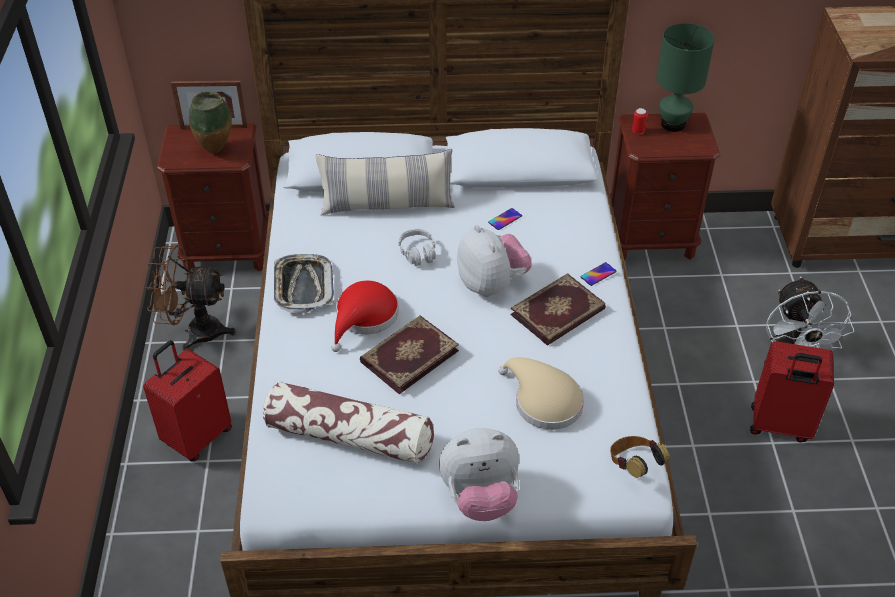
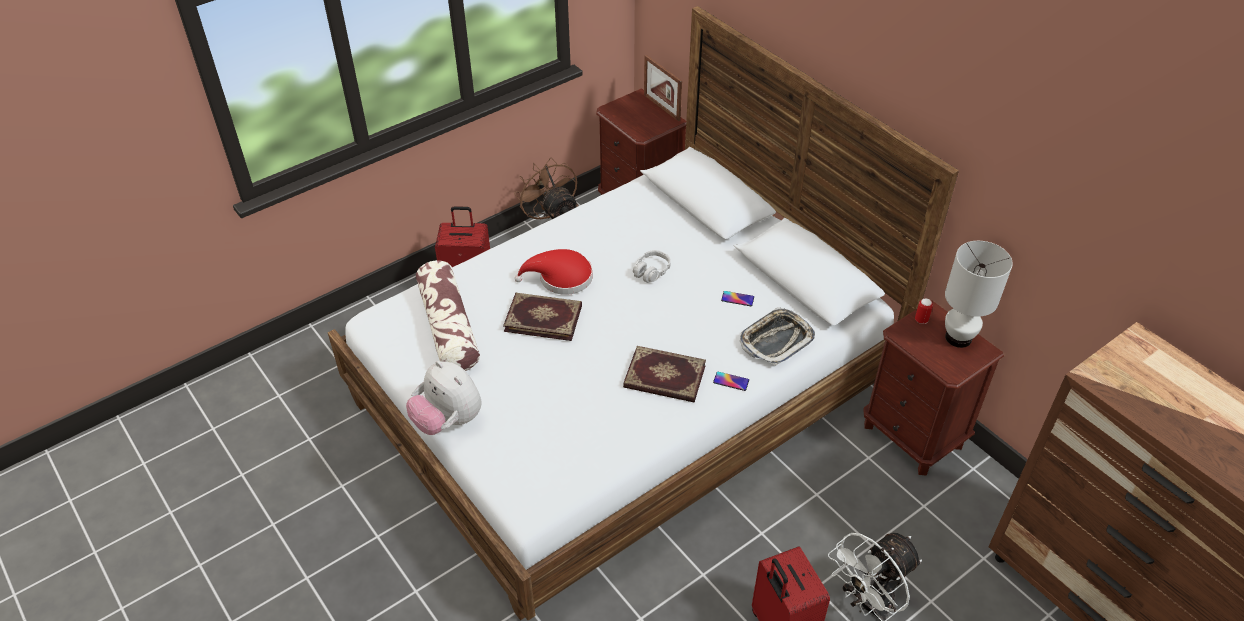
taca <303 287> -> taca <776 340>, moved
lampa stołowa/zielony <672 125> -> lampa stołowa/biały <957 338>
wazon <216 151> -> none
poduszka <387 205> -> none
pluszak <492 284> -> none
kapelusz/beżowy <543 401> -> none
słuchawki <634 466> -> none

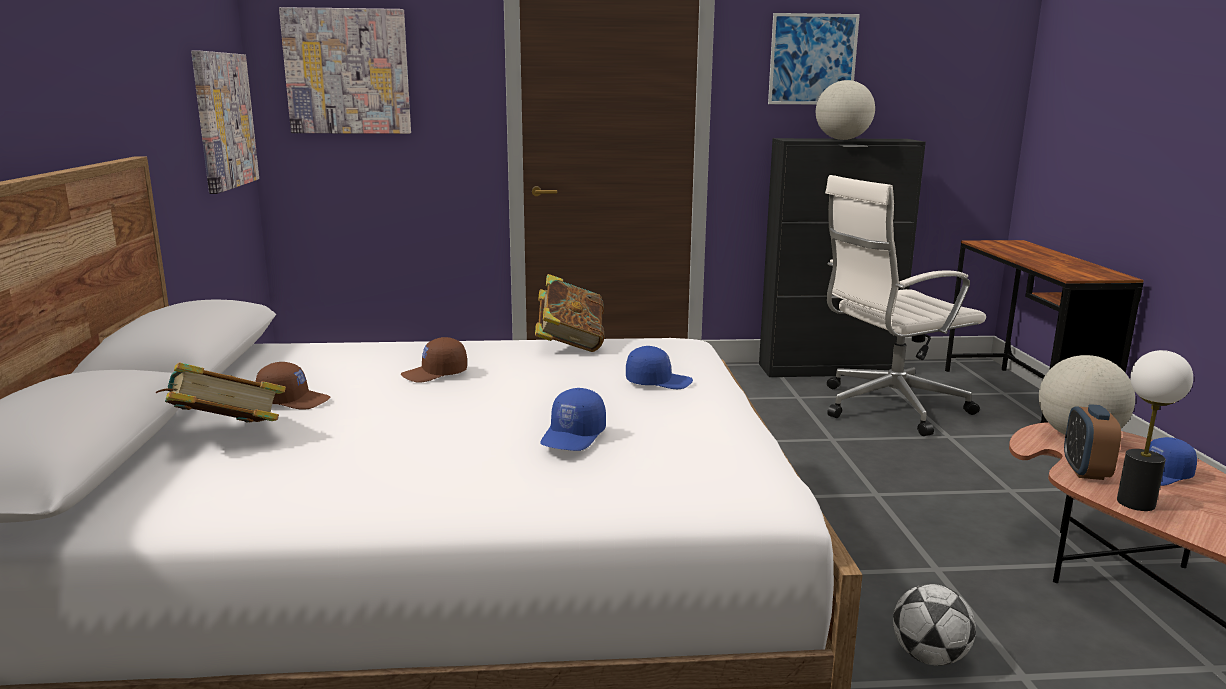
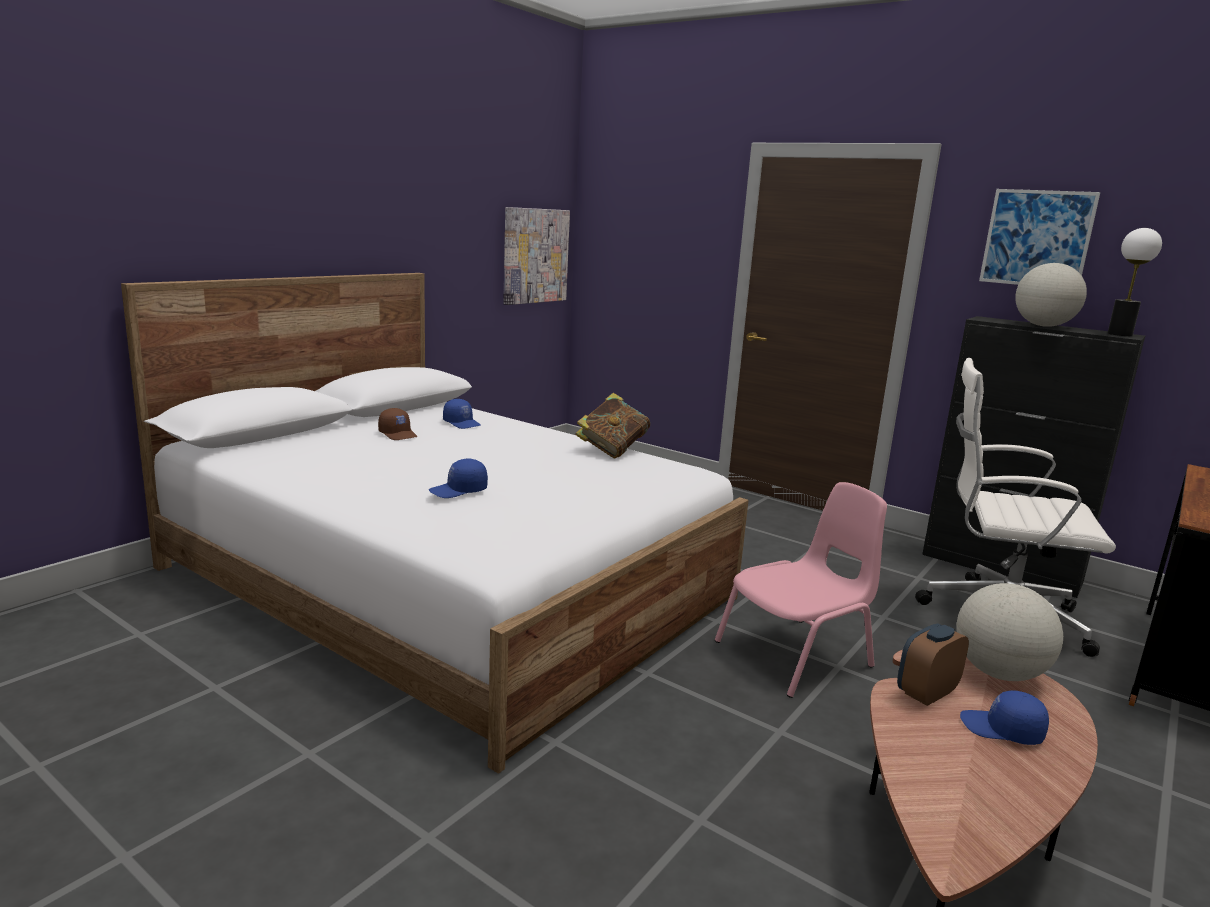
czapka z daszkiem/niebieski <658 382> -> czapka z daszkiem/niebieski <462 423>, moved
none -> krzesło/różowy <796 655>
lampa stołowa <1136 503> -> lampa stołowa <1119 334>, moved
książka <225 437> -> none
obraz <347 72> -> none
czapka z daszkiem/brązowy <435 374> -> none
piłka futbolowa <929 657> -> none

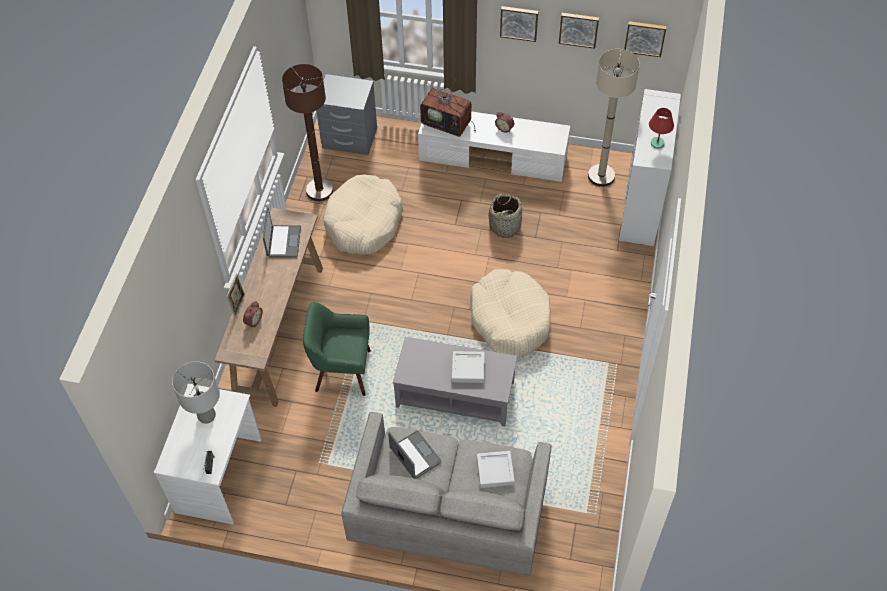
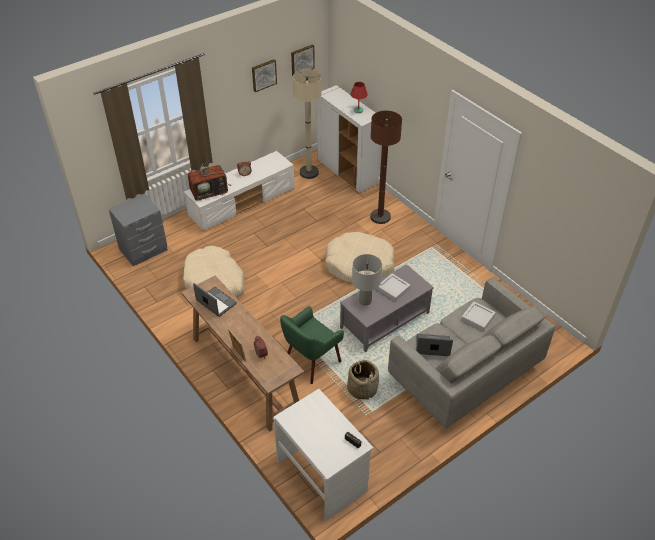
koszyk <505 225> -> koszyk <362 388>, moved
lampa stołowa/szary <207 416> -> lampa stołowa/szary <365 301>, moved
lampa stojąca/brązowy <319 190> -> lampa stojąca/brązowy <380 217>, moved
obraz <519 22> -> none

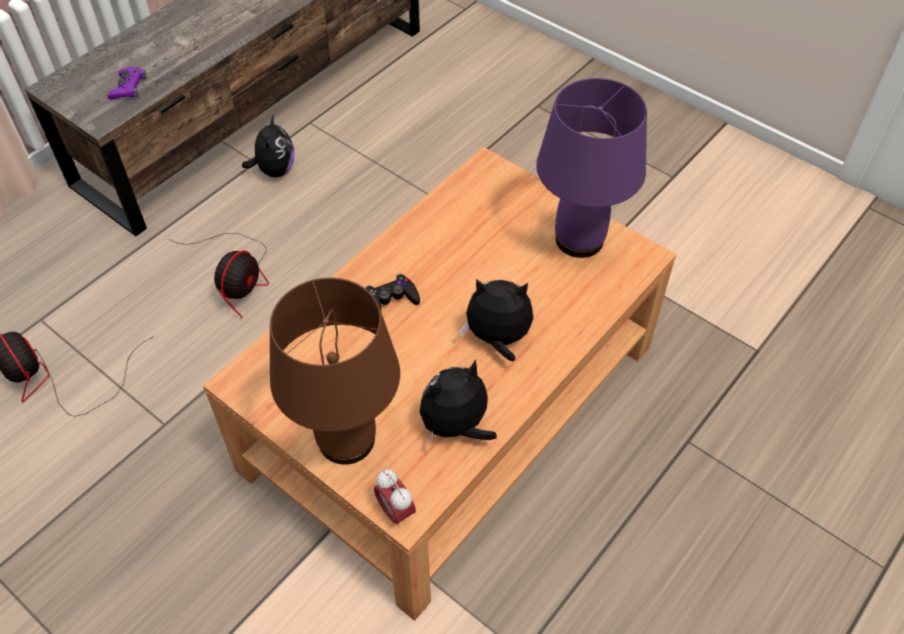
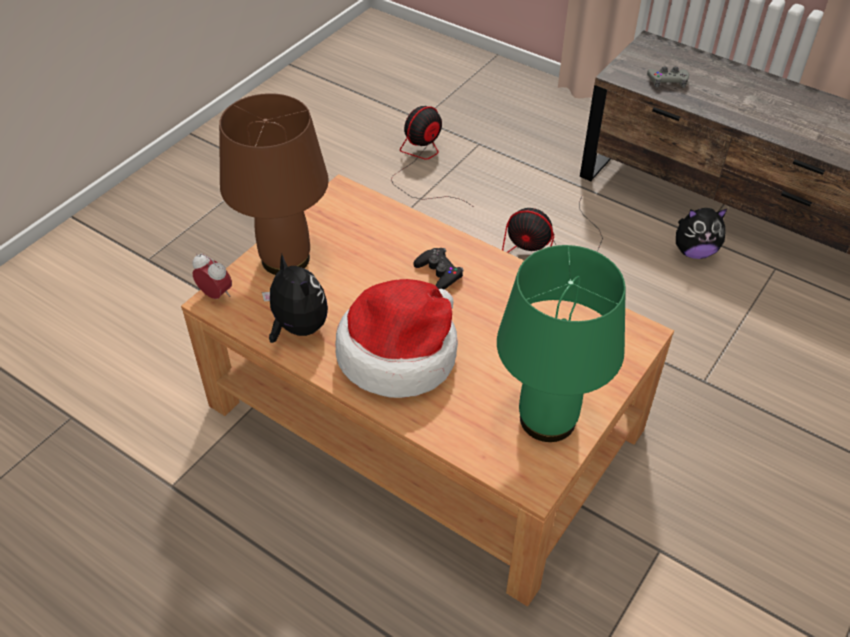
budzik <395 511> -> budzik <216 295>, 75 degrees clockwise
pluszak <497 339> -> kapelusz <399 353>
lampa stołowa/fioletowy <580 240> -> lampa stołowa/zielony <546 420>
pad do gier/fioletowy <128 88> -> pad do gier/szary <667 81>

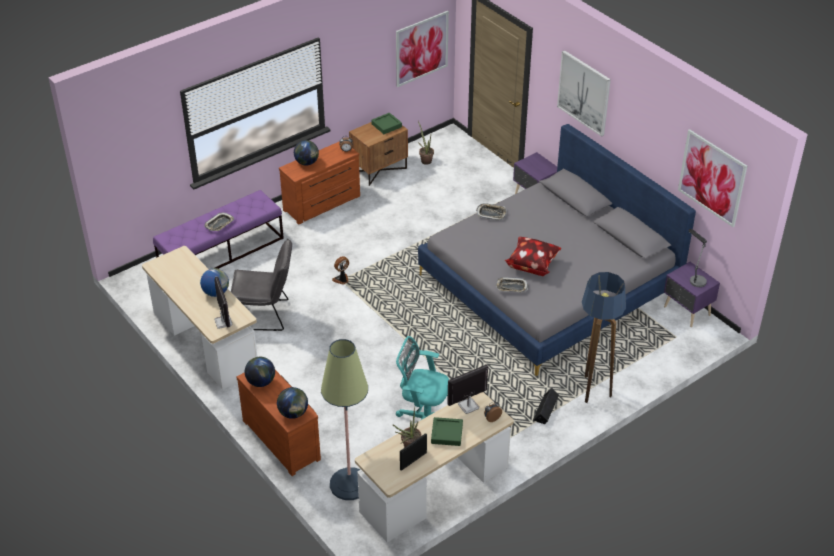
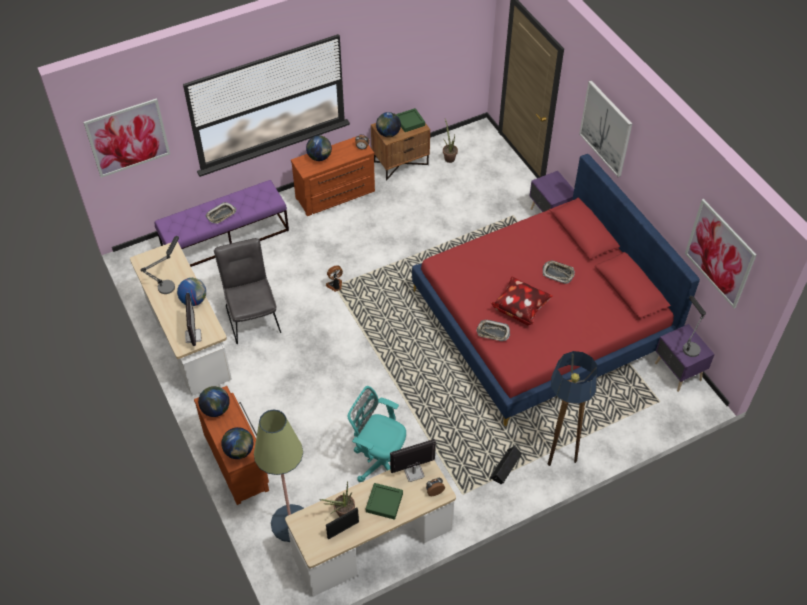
obraz <421 48> -> obraz <128 138>, moved
none -> lampa stołowa <169 283>
krzesło/szary <265 315> -> krzesło/szary <252 316>, 120 degrees counterclockwise
none -> globus <388 133>
łóżko/szary <549 283> -> łóżko/czerwony <542 319>
taca <491 213> -> taca <558 273>, moved

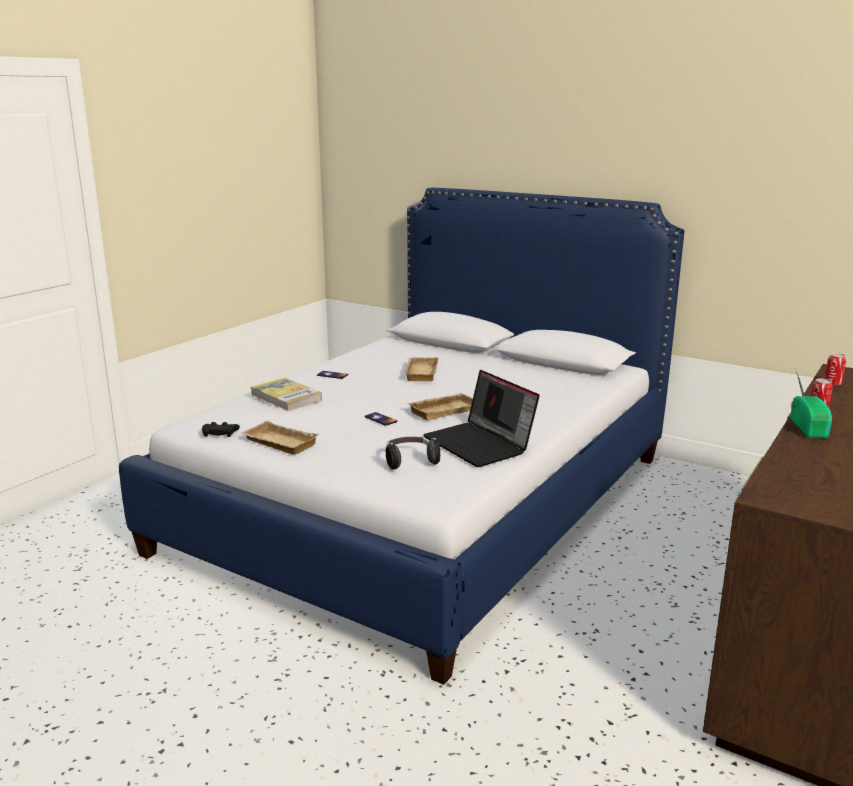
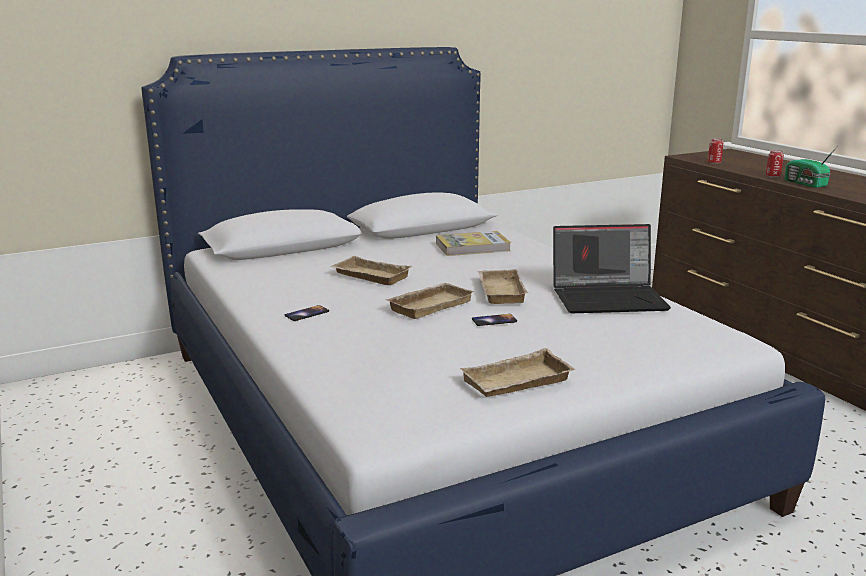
none -> taca/beżowy <429 305>
książka <286 397> -> książka <472 247>, moved
radio <809 428> -> radio <805 184>, 150 degrees counterclockwise
pad do gier/czarny <220 433> -> none
słuchawki <410 461> -> none

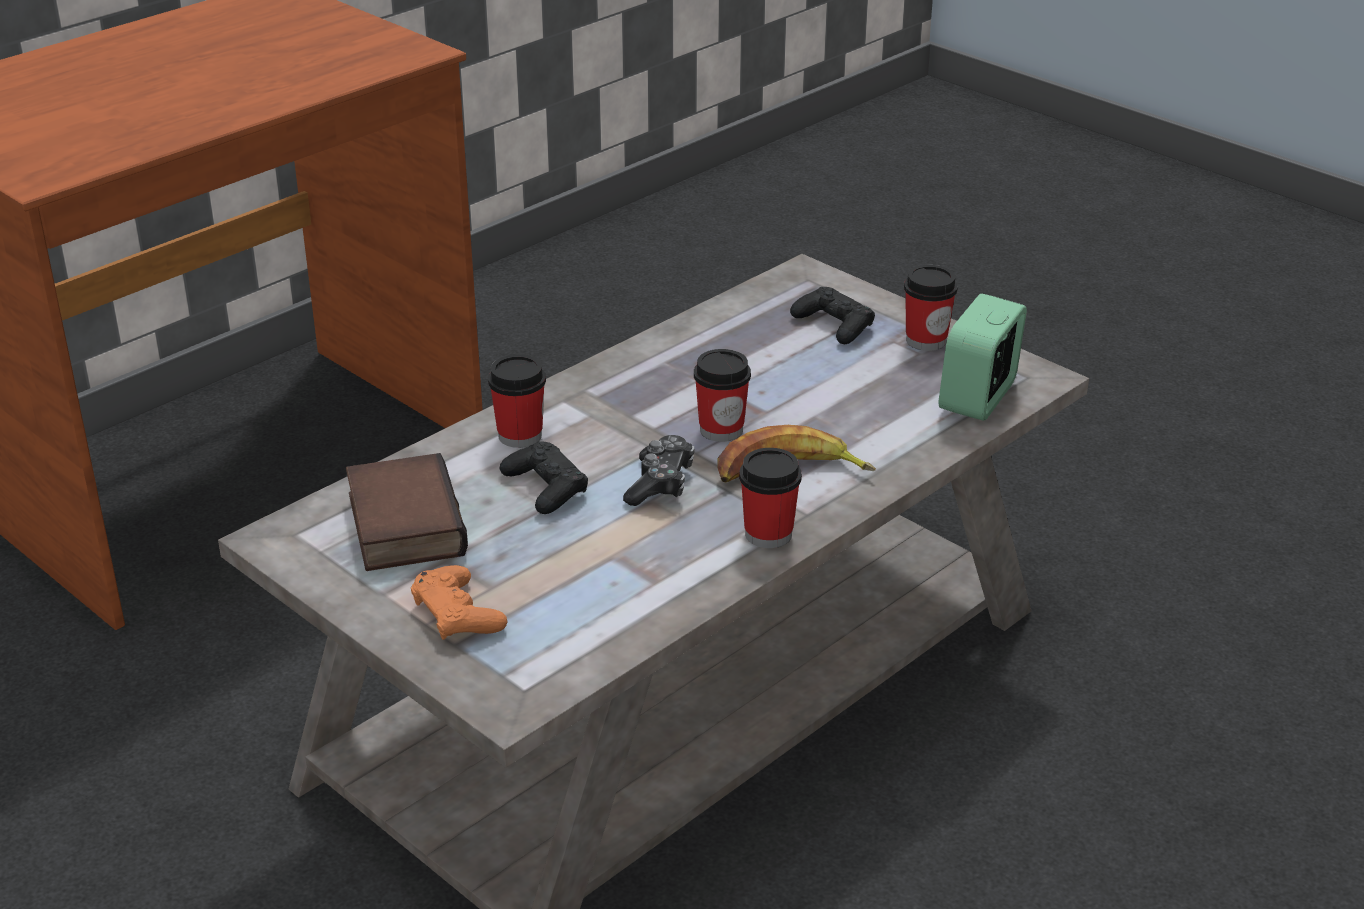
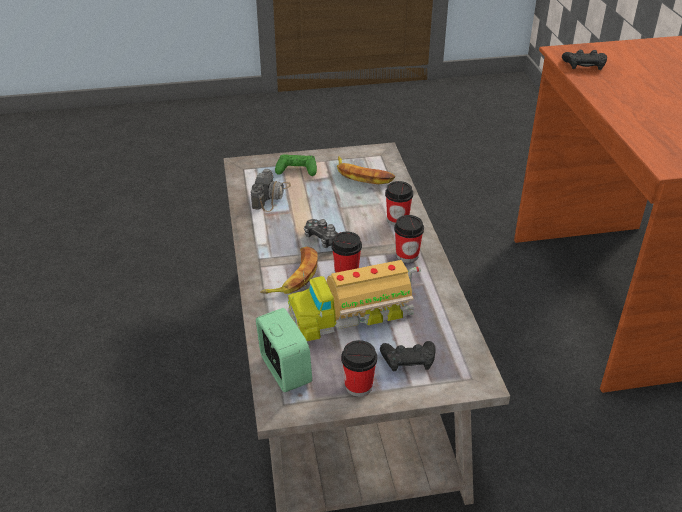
none -> aparat fotograficzny <271 196>
pad do gier/pomarańczowy <457 614> -> pad do gier/zielony <296 170>
none -> ciężarówka zabawkowa <351 312>
książka <401 524> -> banan <363 175>
filiżanka <768 534> -> filiżanka <407 255>, moved
pad do gier/czarny <546 487> -> pad do gier/czarny <584 65>, moved

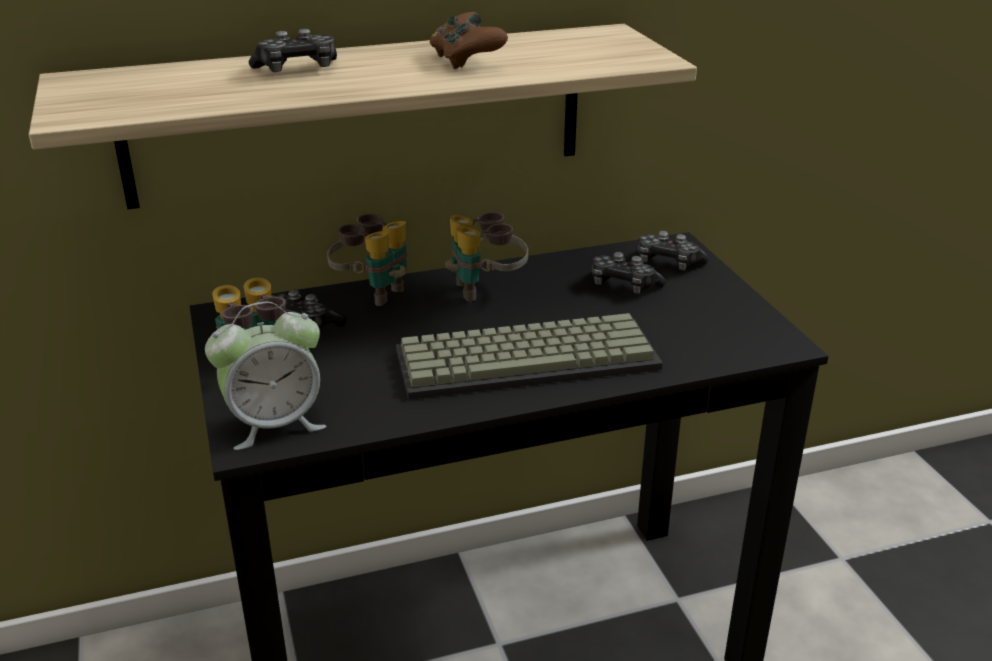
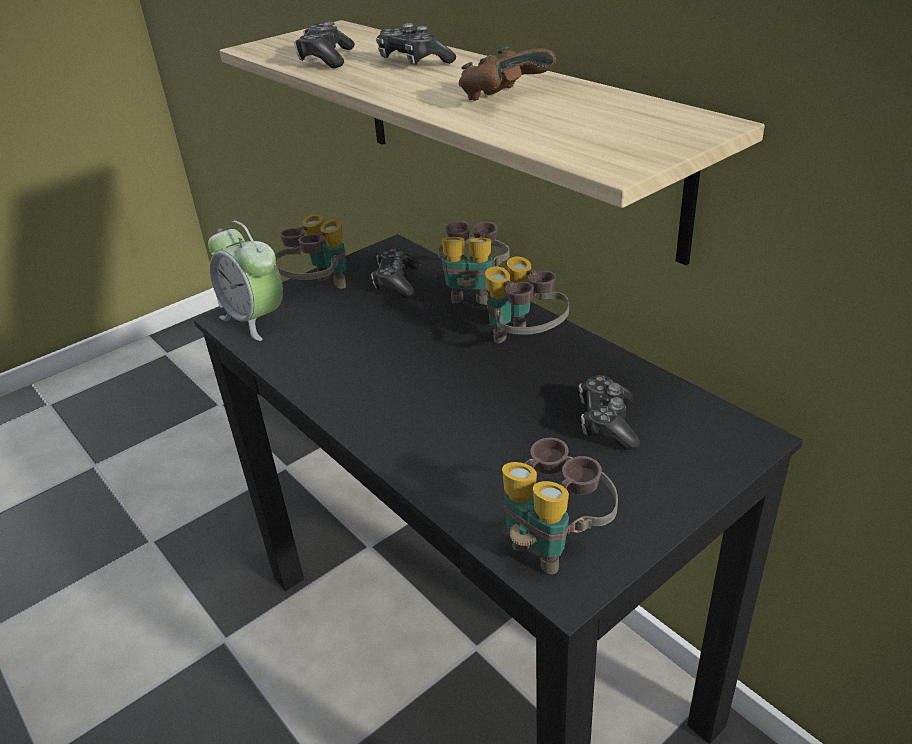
pad do gier <668 263> -> pad do gier <326 59>, moved
none -> lornetka <554 541>
klawiatura <528 357> -> none

